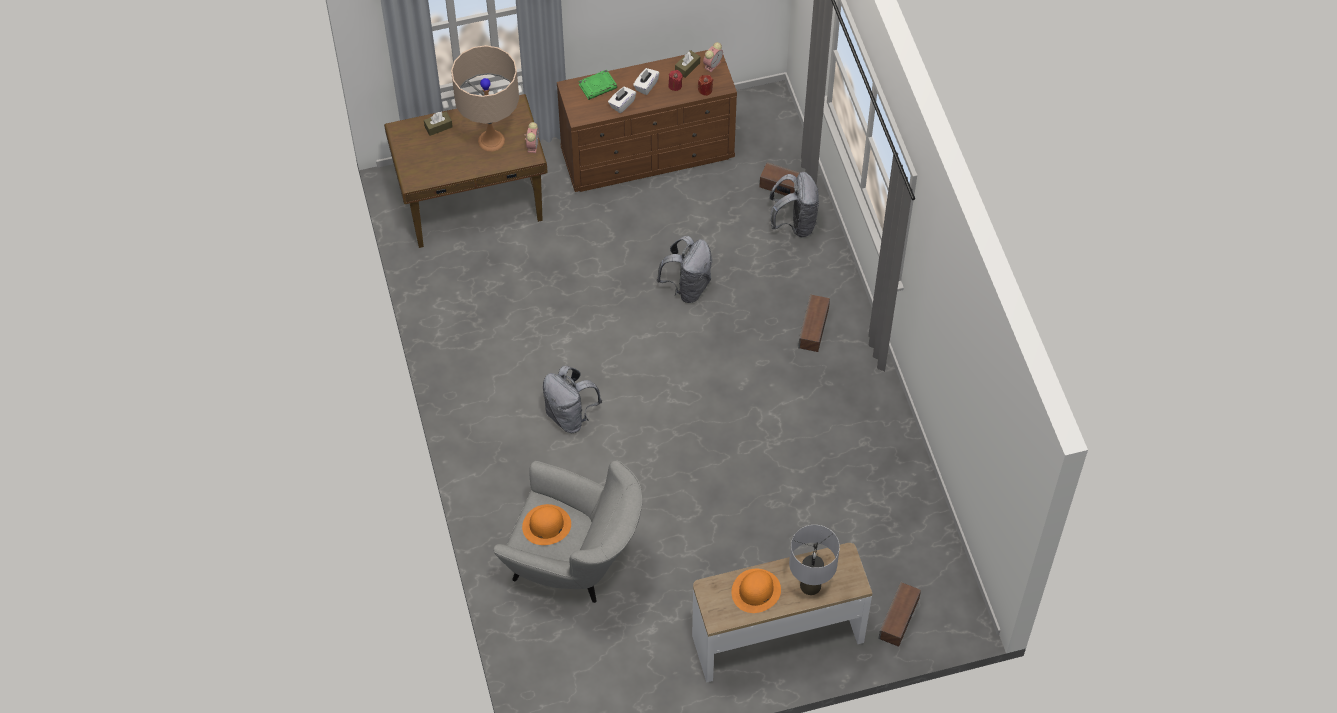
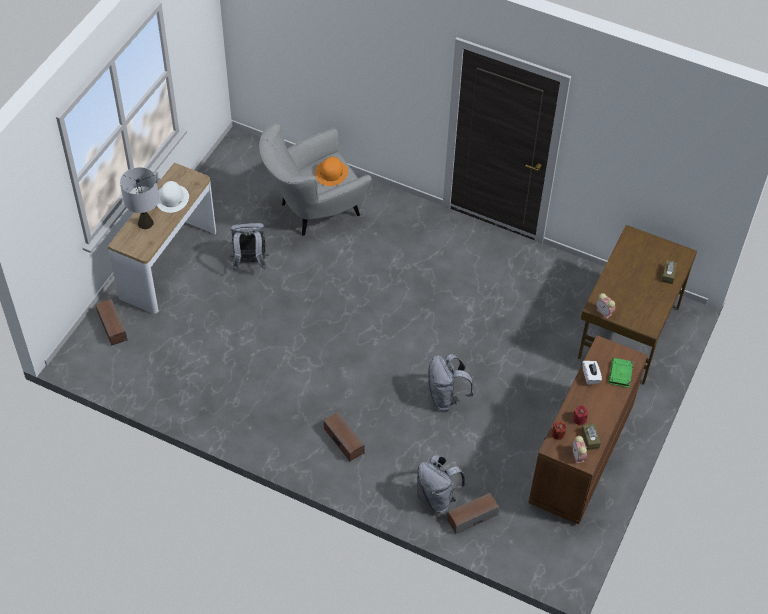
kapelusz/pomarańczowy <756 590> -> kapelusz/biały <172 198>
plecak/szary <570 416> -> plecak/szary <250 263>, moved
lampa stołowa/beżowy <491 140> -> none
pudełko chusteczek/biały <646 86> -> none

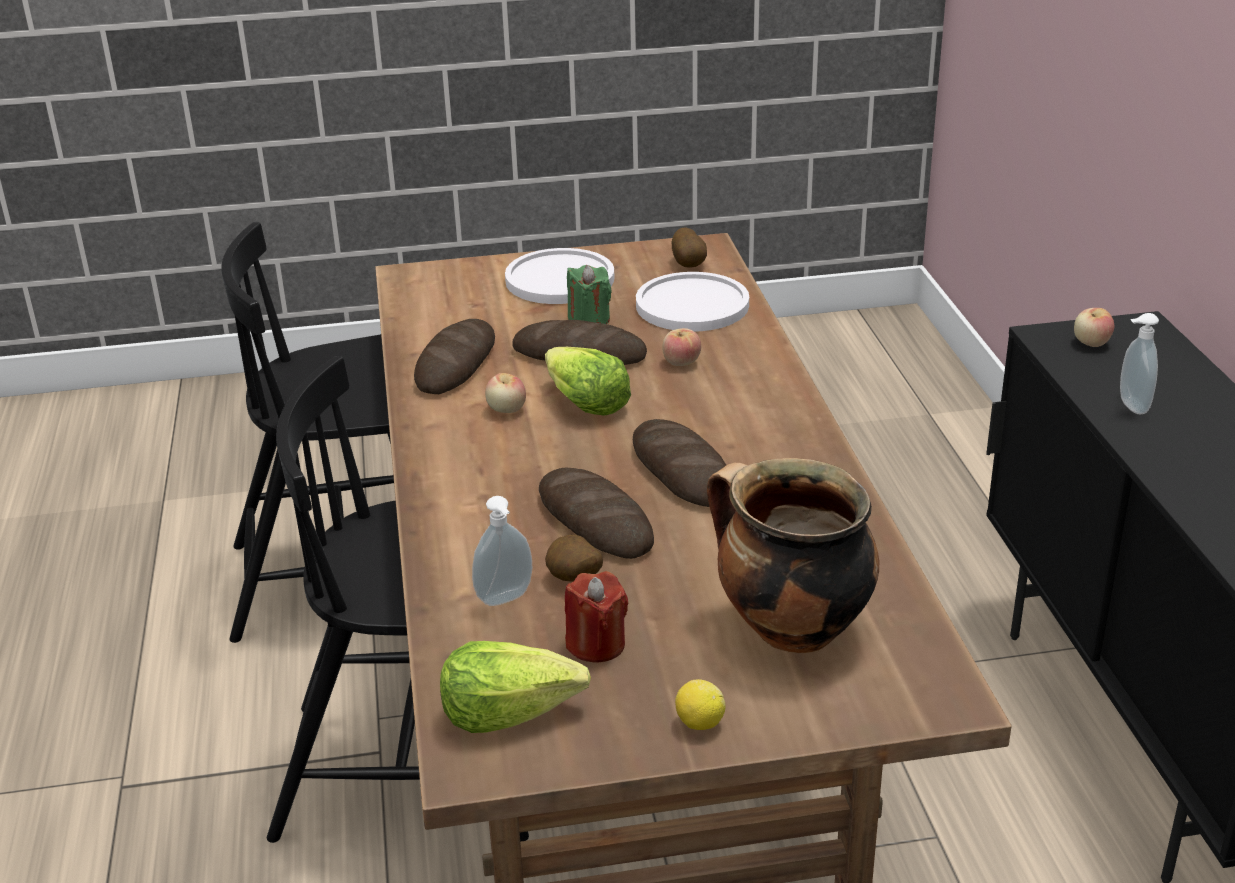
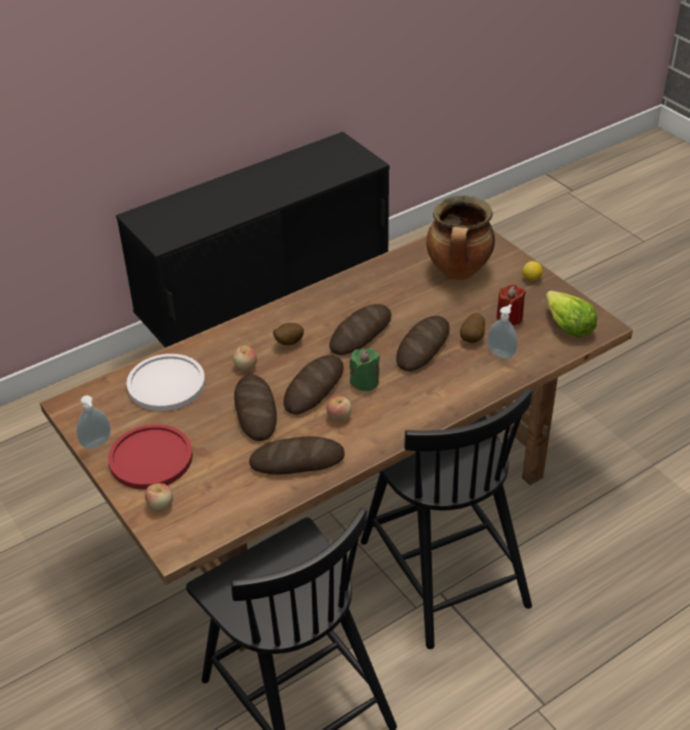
dozownik mydła <1130 406> -> dozownik mydła <97 444>, moved
talerz/biały <560 279> -> talerz/czerwony <151 458>
jabłko <1091 343> -> jabłko <160 505>, moved
ziemniak <689 264> -> ziemniak <288 343>, moved
sałata <585 403> -> chleb <314 388>
świeca/zielony <589 319> -> świeca/zielony <365 382>, moved

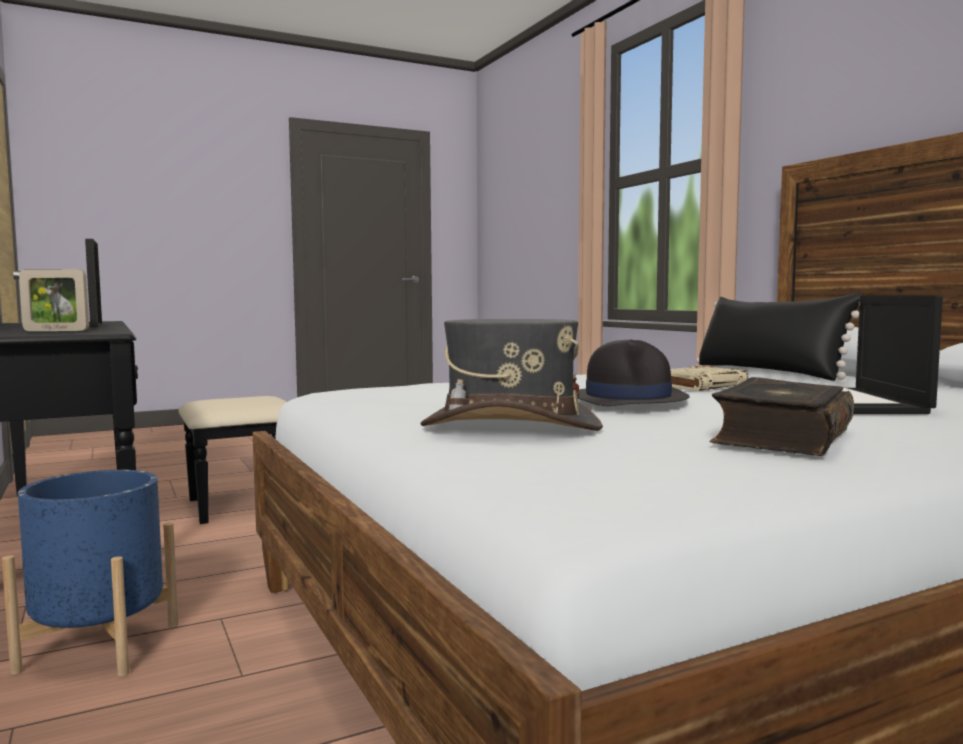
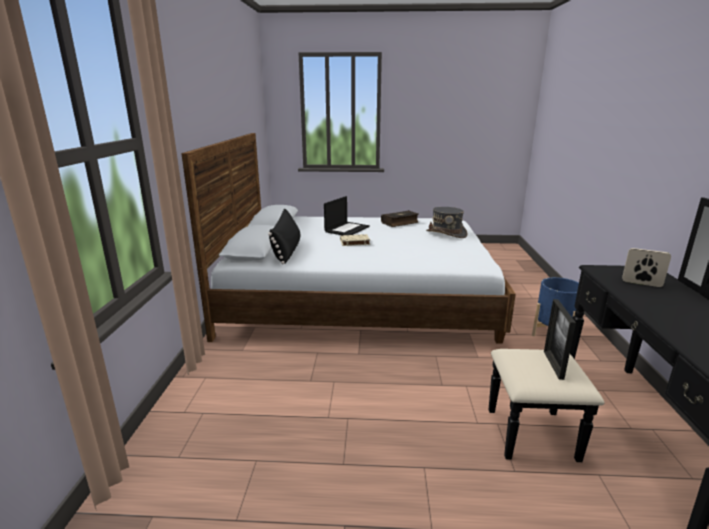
ramka na zdjęcie <96 325> -> ramka na zdjęcie <553 365>, moved
kapelusz/czarny <628 398> -> none

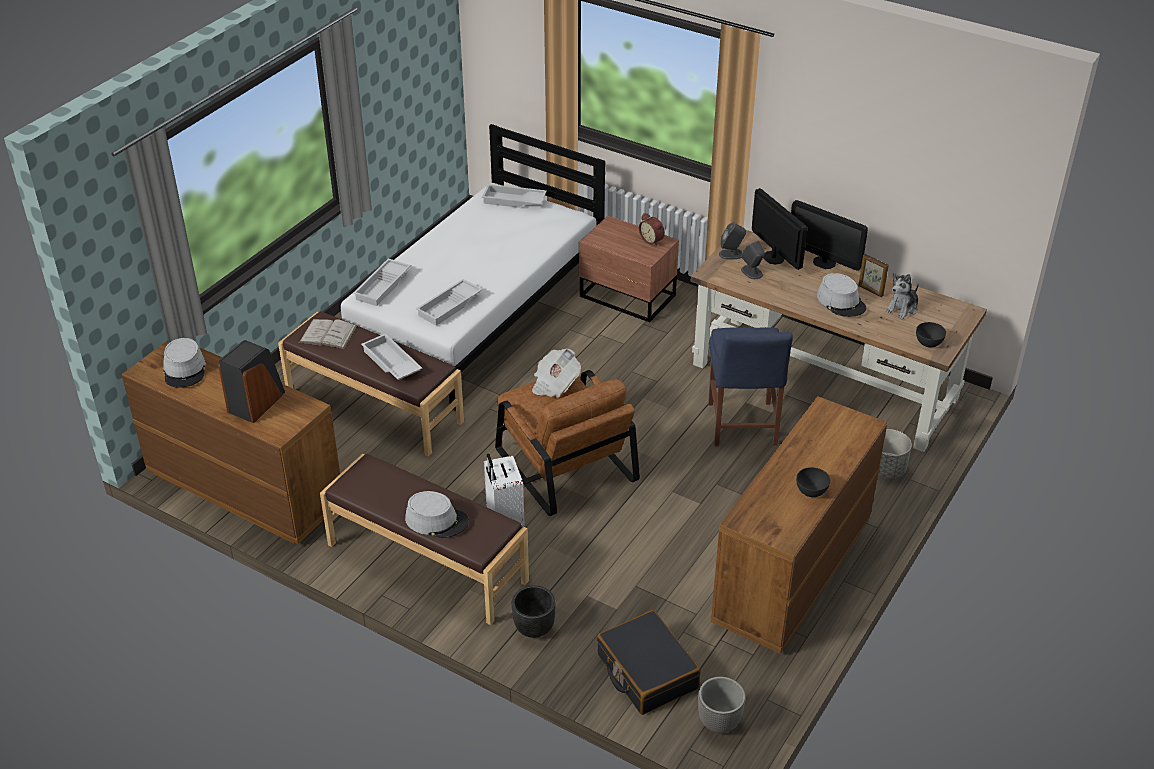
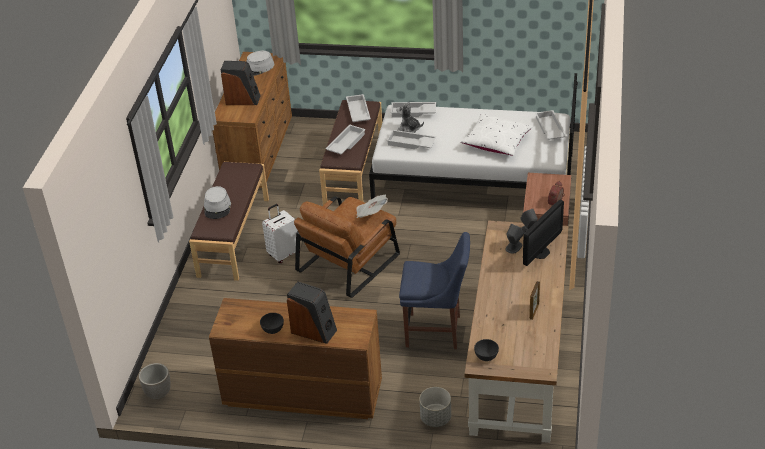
none -> głośnik <314 330>
książka/biały <328 334> -> taca/biały <357 112>
pluszak <902 308> -> pluszak <409 129>, moved
krzesło/niebieski <742 427> -> krzesło/niebieski <436 331>, 150 degrees counterclockwise
none -> poduszka/biały <496 142>
donica/czarny <533 628> -> none
walizka/czarny <646 672> -> none
monitor <824 262> -> none
kapelusz/szary <841 302> -> none

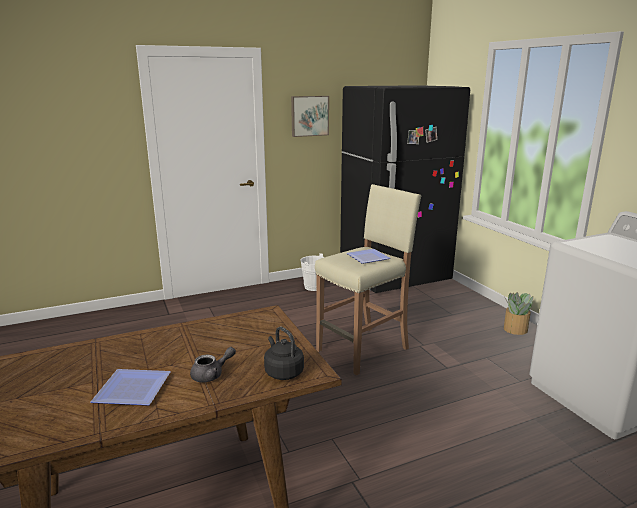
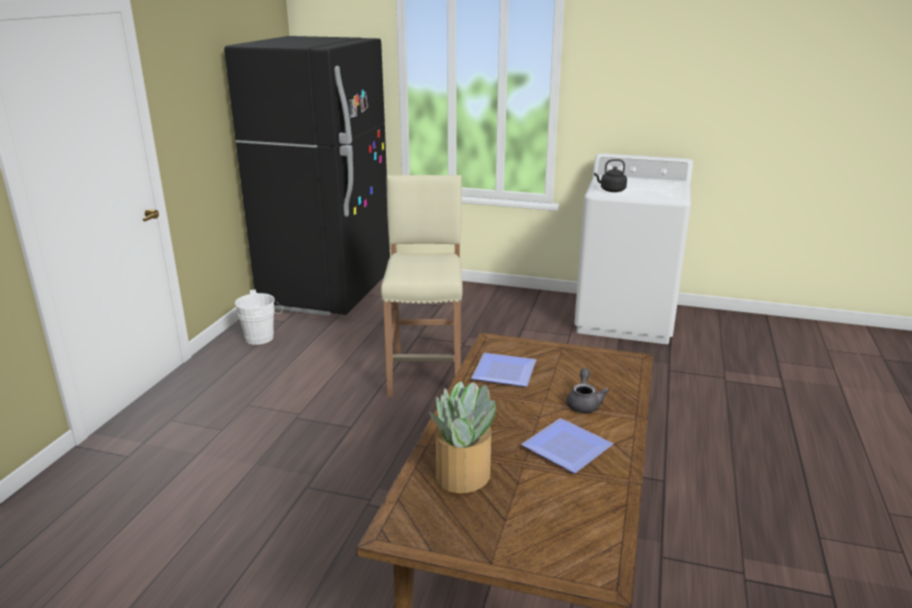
roślina doniczkowa <514 329> -> roślina doniczkowa <462 476>, moved
talerz <367 258> -> talerz <505 373>, moved
czajnik/czarny <283 372> -> czajnik/czarny <611 190>, moved
obraz <309 116> -> none

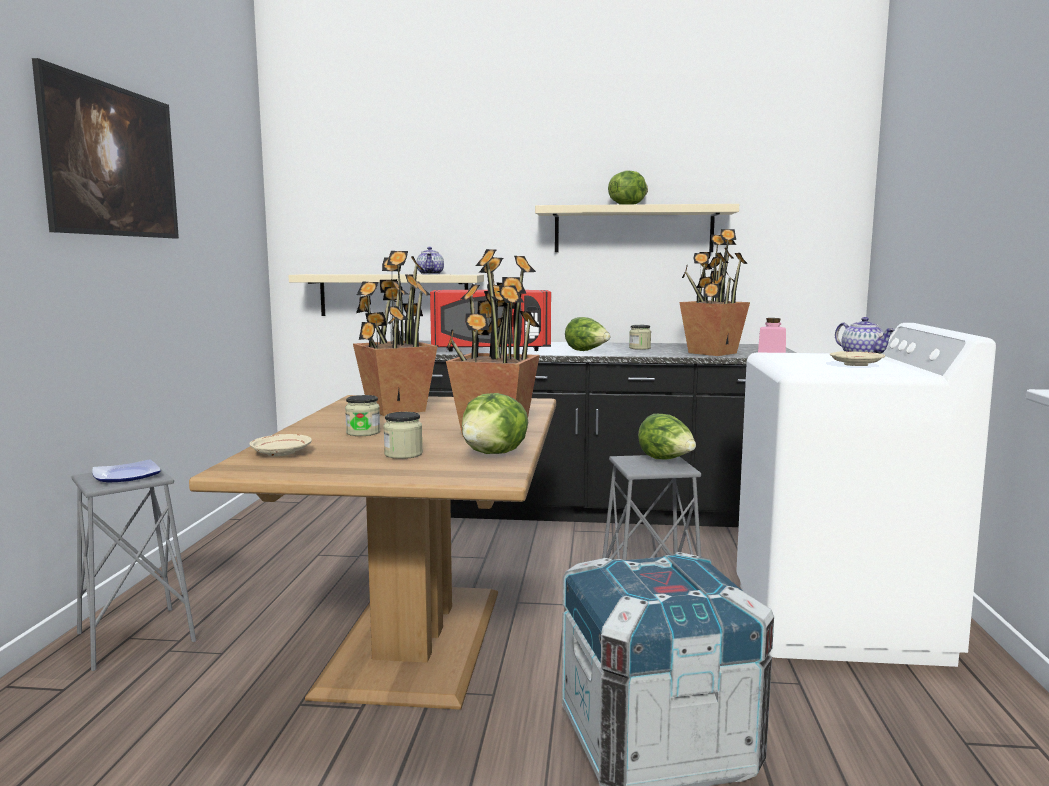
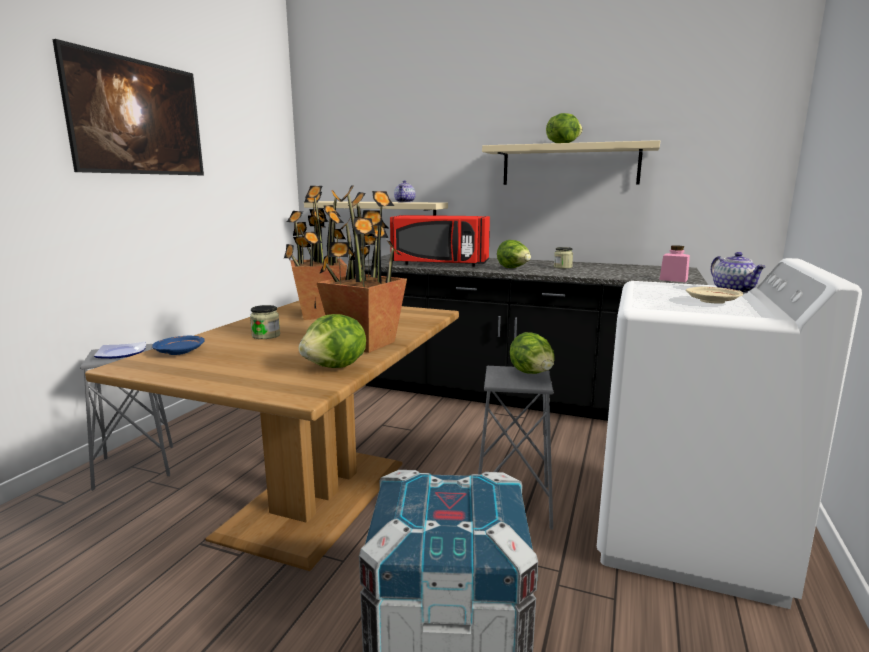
talerz/beżowy <281 453> -> talerz/niebieski <180 352>
słoik <403 454> -> none
roślina doniczkowa <711 353> -> none

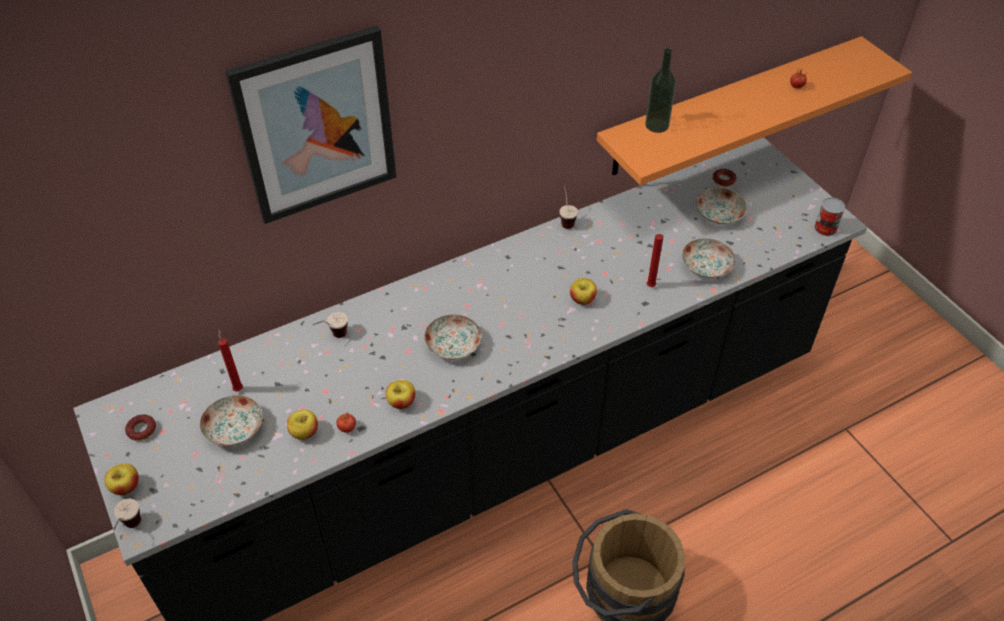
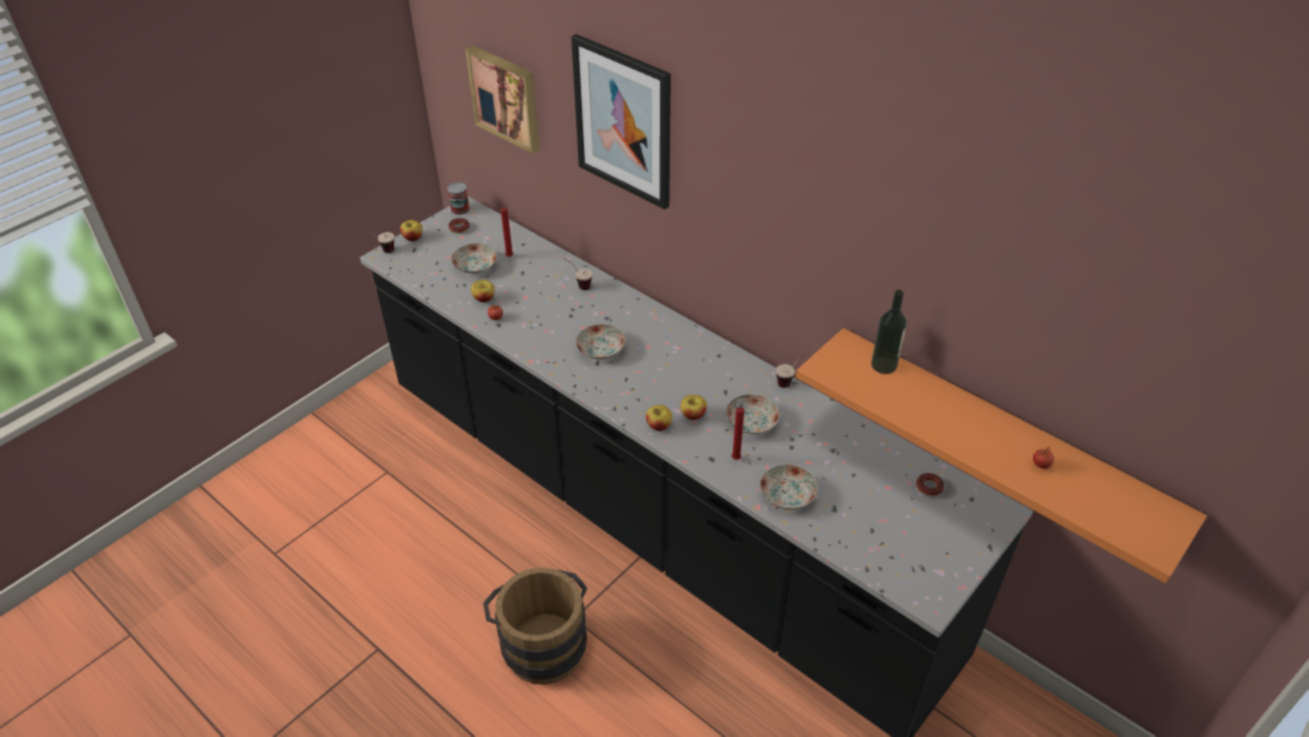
puszka <825 228> -> puszka <460 209>, moved
none -> obraz <506 97>
jabłko <401 402> -> jabłko <659 426>, moved
talerz <718 214> -> talerz <751 422>, moved

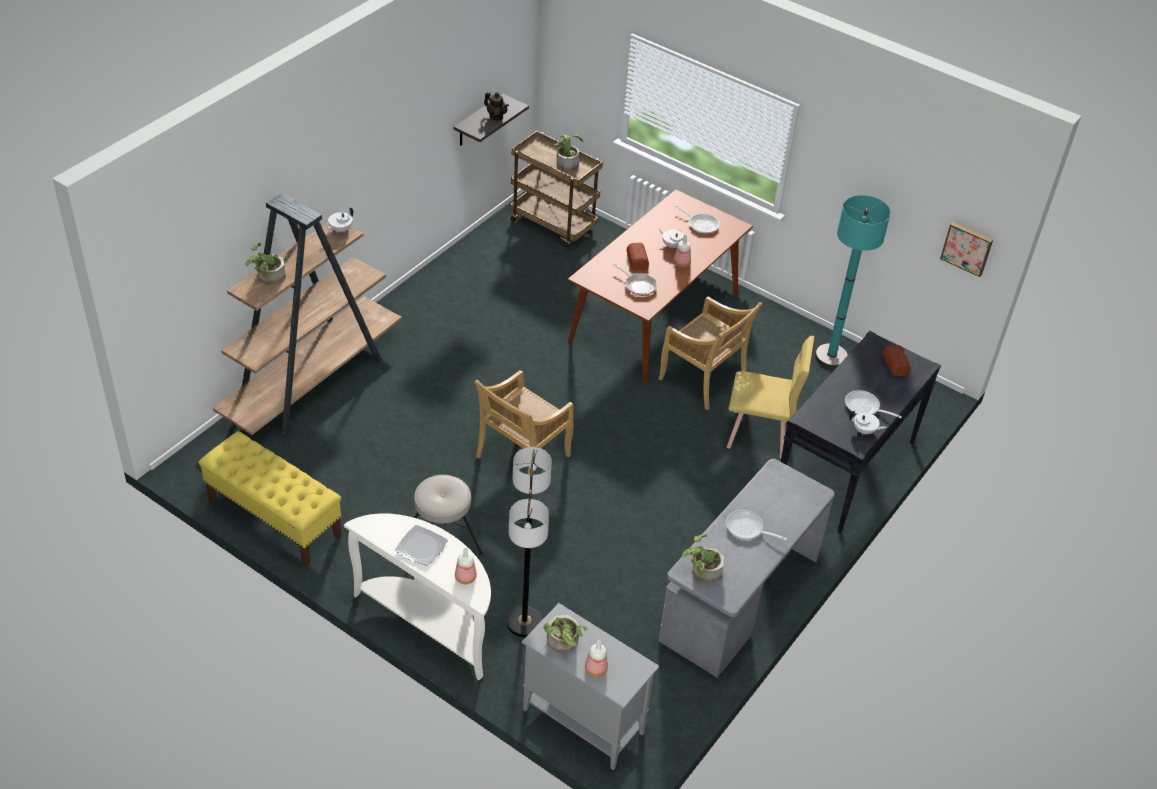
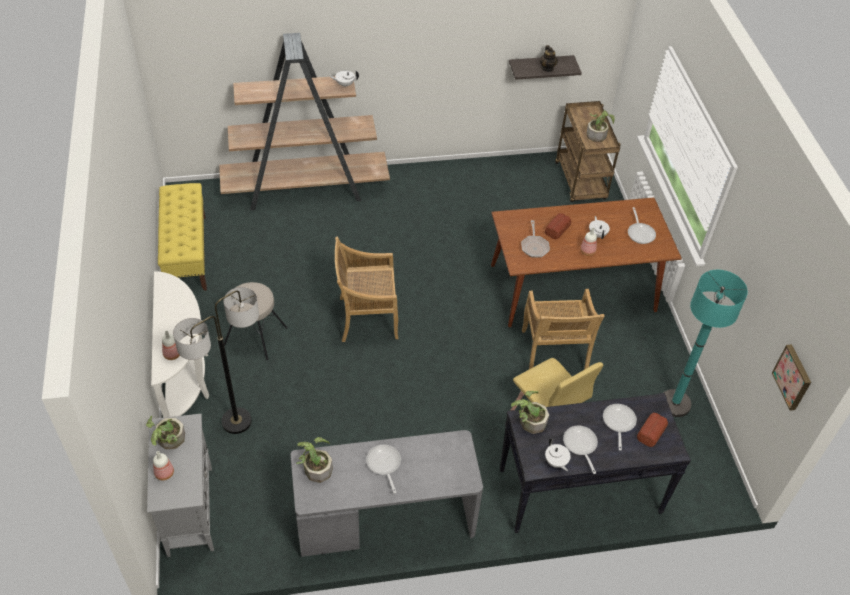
roślina doniczkowa <267 277> -> roślina doniczkowa <529 421>, moved
none -> patelnia <618 423>
talerz <420 547> -> none

